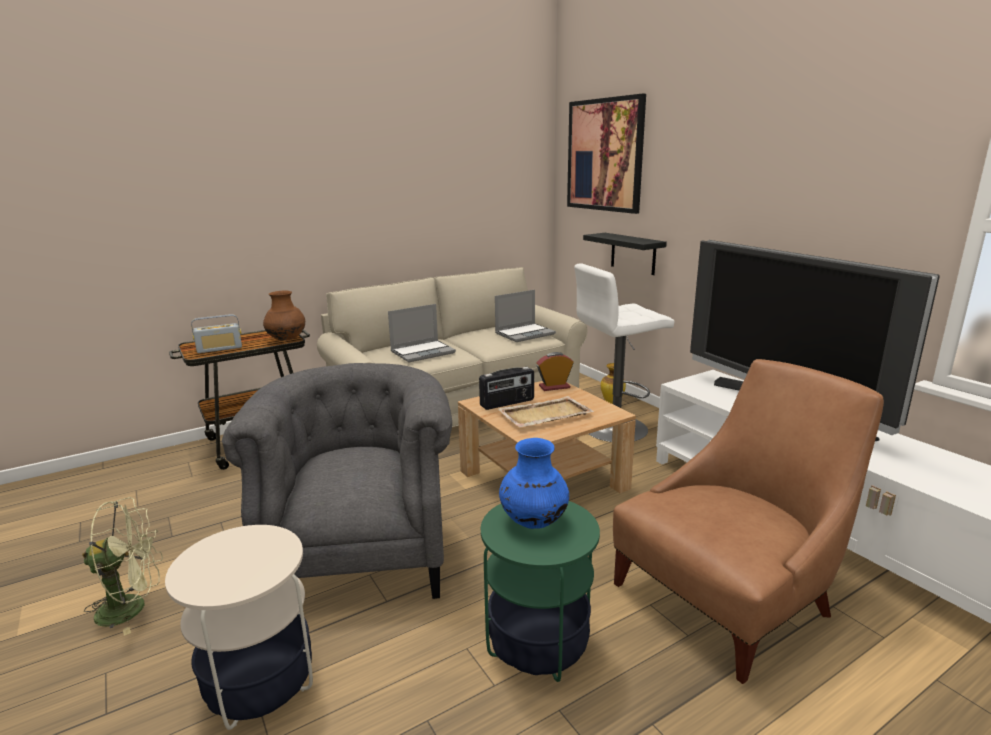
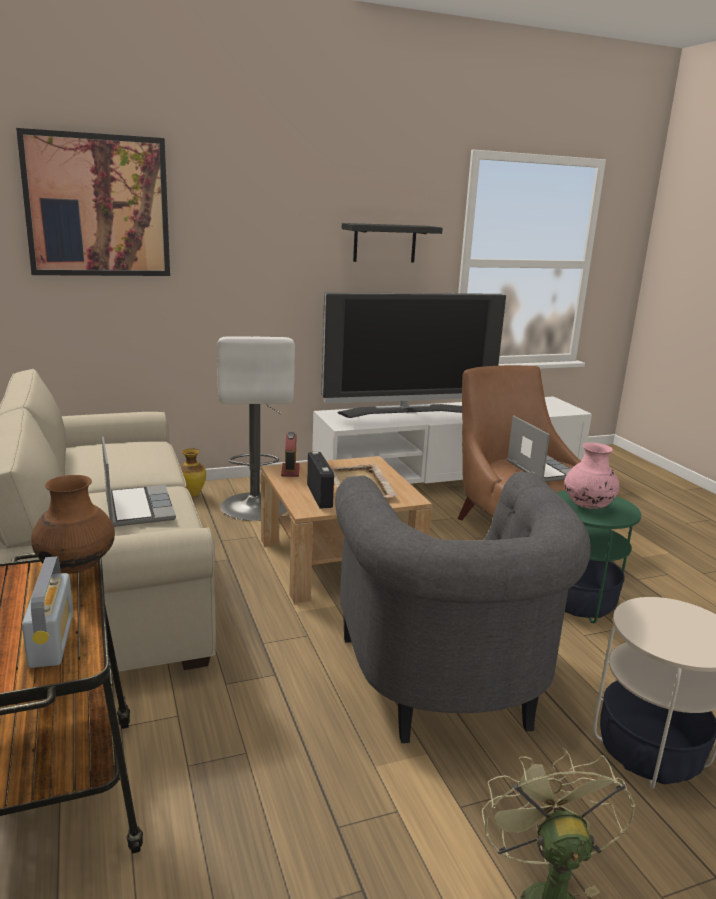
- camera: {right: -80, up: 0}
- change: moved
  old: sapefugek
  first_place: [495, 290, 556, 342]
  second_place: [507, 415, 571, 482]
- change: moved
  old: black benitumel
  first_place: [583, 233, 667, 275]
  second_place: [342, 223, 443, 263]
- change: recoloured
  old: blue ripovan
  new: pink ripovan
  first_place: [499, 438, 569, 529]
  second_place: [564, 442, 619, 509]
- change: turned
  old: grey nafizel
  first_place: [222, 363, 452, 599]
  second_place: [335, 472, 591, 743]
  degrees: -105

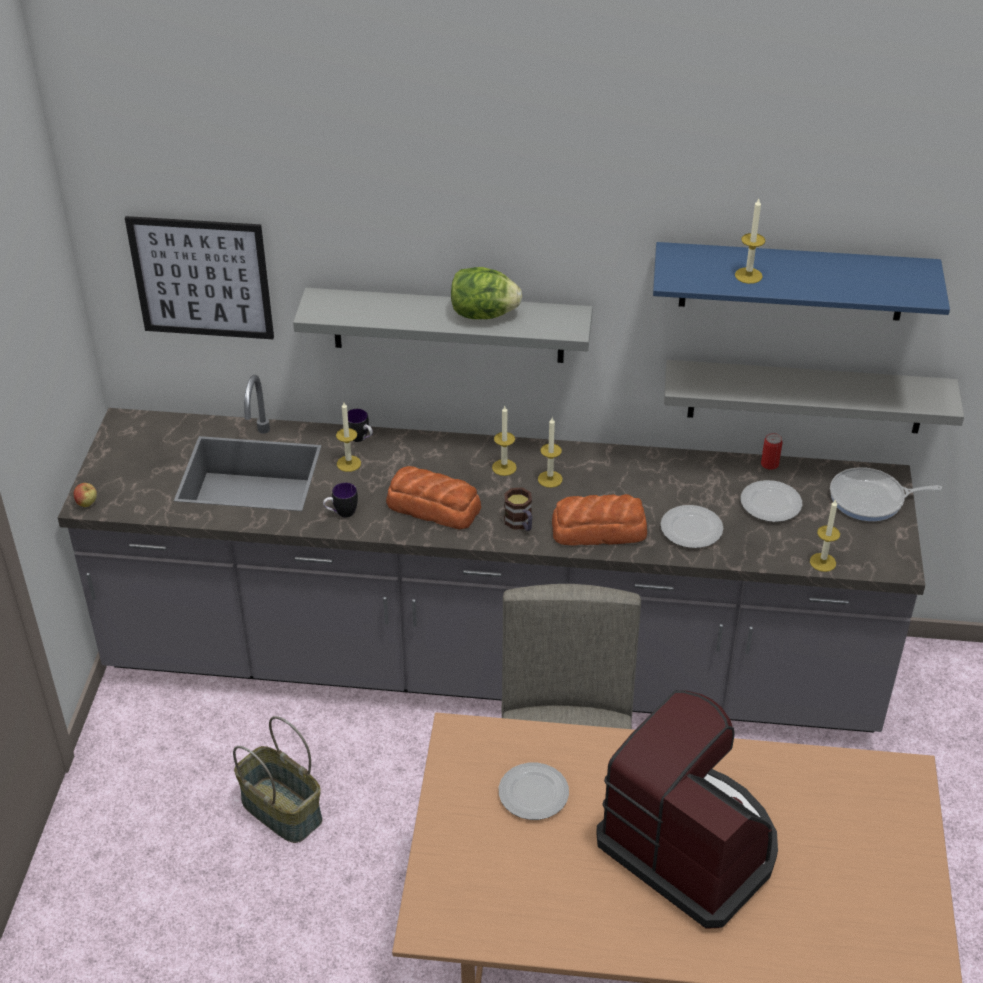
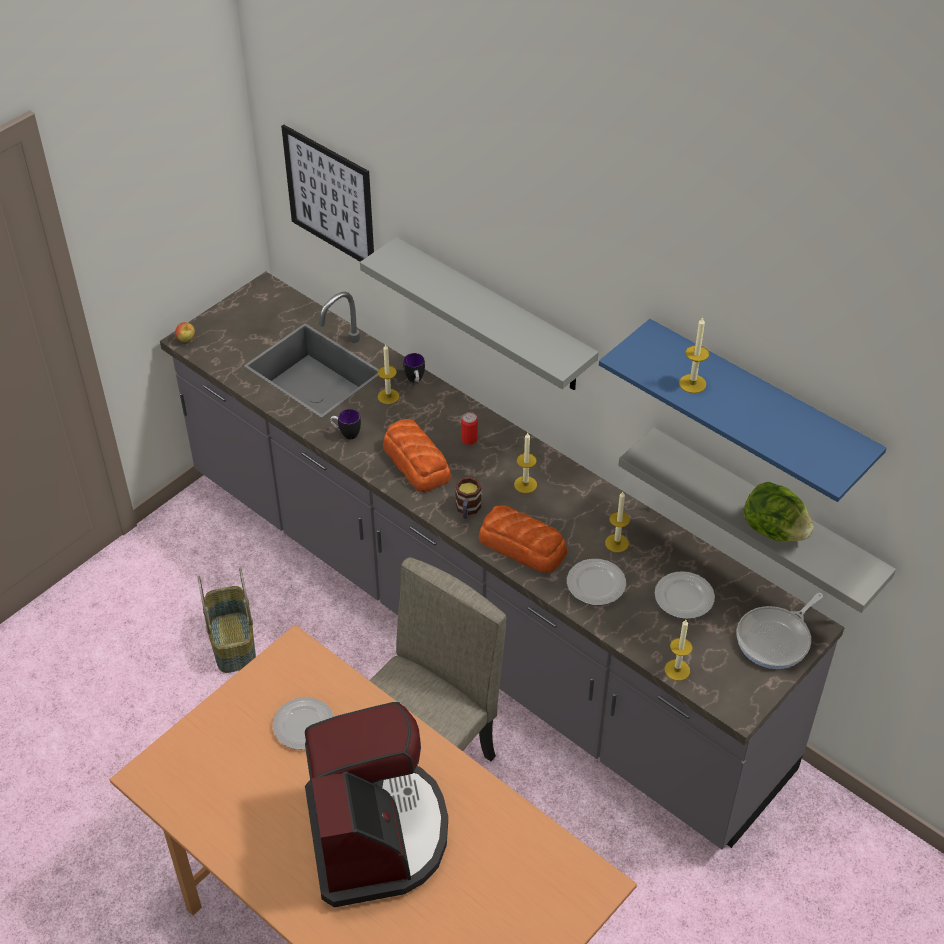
- camera: {right: 35, up: 5}
- change: moved
  old: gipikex
  first_place: [451, 267, 522, 319]
  second_place: [743, 482, 814, 541]
- change: moved
  old: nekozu
  first_place: [492, 406, 517, 476]
  second_place: [605, 492, 630, 553]
- change: moved
  old: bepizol
  first_place: [761, 433, 783, 470]
  second_place: [461, 412, 478, 445]
- change: turned
  old: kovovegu
  first_place: [830, 467, 942, 521]
  second_place: [736, 593, 823, 669]
  degrees: -75

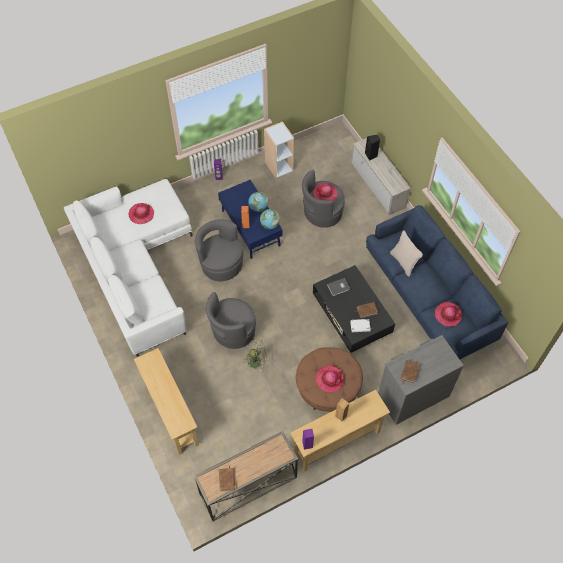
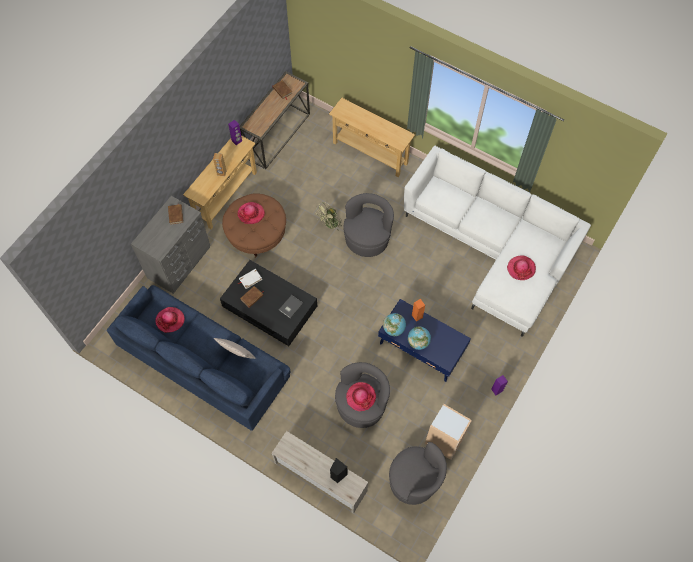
- camera: {right: 150, up: 5}
- change: moved
  old: grey nafizel
  first_place: [195, 220, 243, 281]
  second_place: [389, 442, 447, 505]

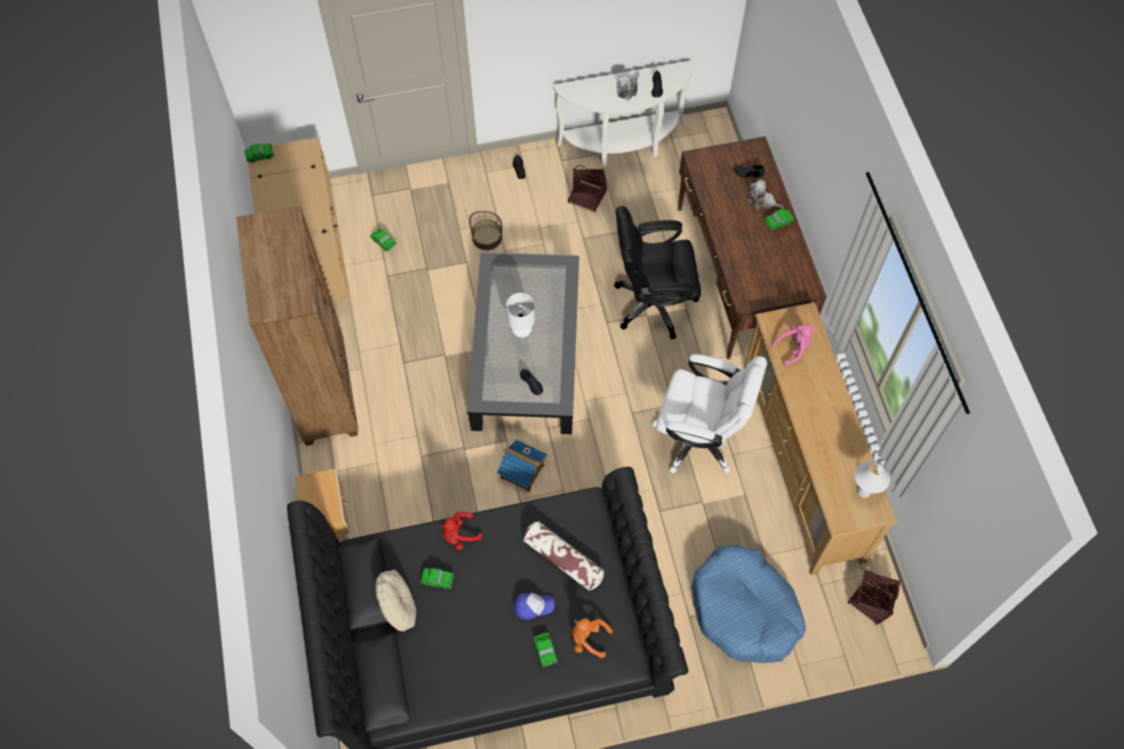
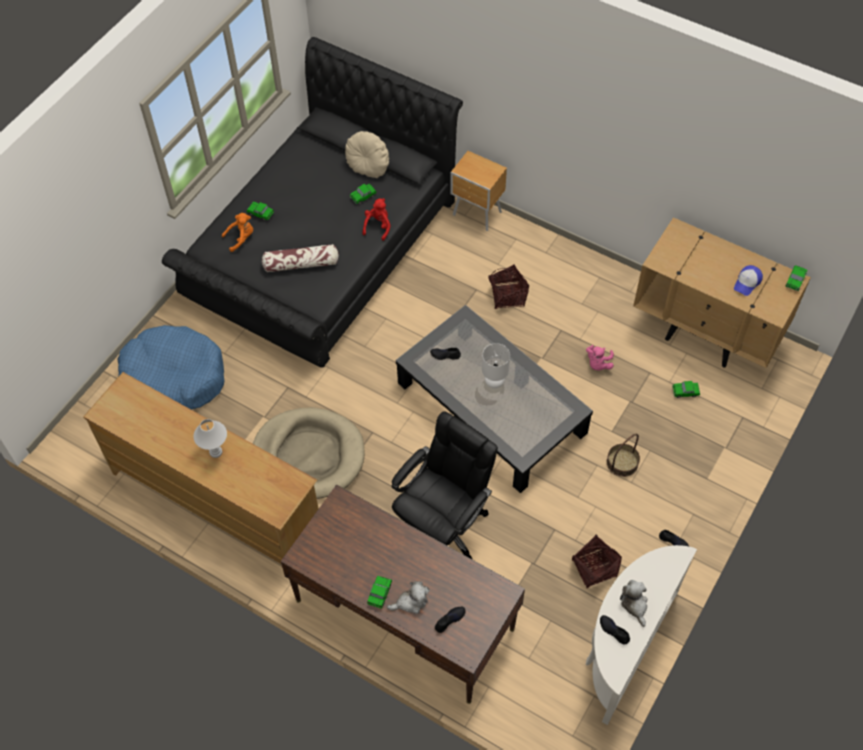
- camera: {right: 135, up: -5}
- change: removed
  old: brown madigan
  first_place: [236, 206, 359, 446]
- change: removed
  old: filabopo
  first_place: [497, 440, 547, 492]
- change: moved
  old: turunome
  first_place: [514, 593, 555, 620]
  second_place: [734, 265, 763, 296]
- change: moved
  old: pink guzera
  first_place: [772, 324, 816, 366]
  second_place: [586, 345, 614, 370]
- change: moved
  old: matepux
  first_place: [848, 570, 900, 625]
  second_place: [488, 264, 529, 309]
- change: moved
  old: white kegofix
  first_place: [855, 461, 890, 498]
  second_place: [193, 419, 227, 458]
- change: replaced
  old: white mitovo
  new: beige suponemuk
  first_place: [652, 354, 767, 473]
  second_place: [253, 407, 365, 499]

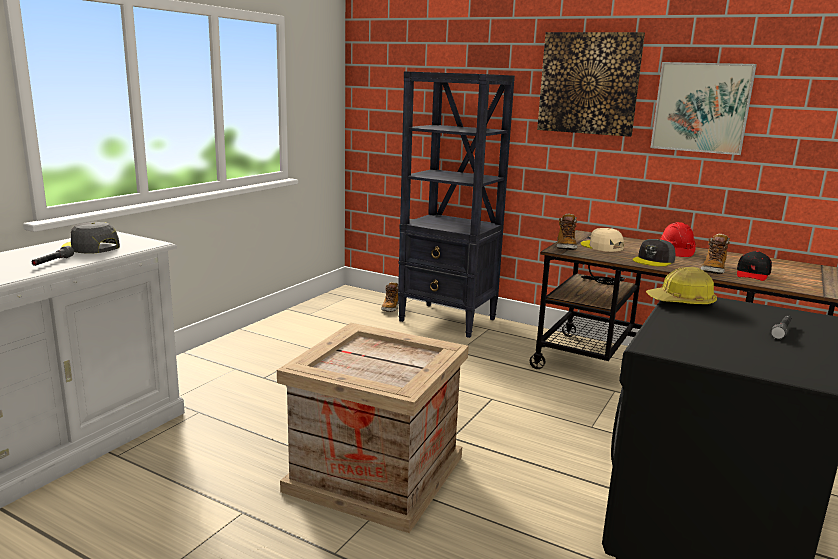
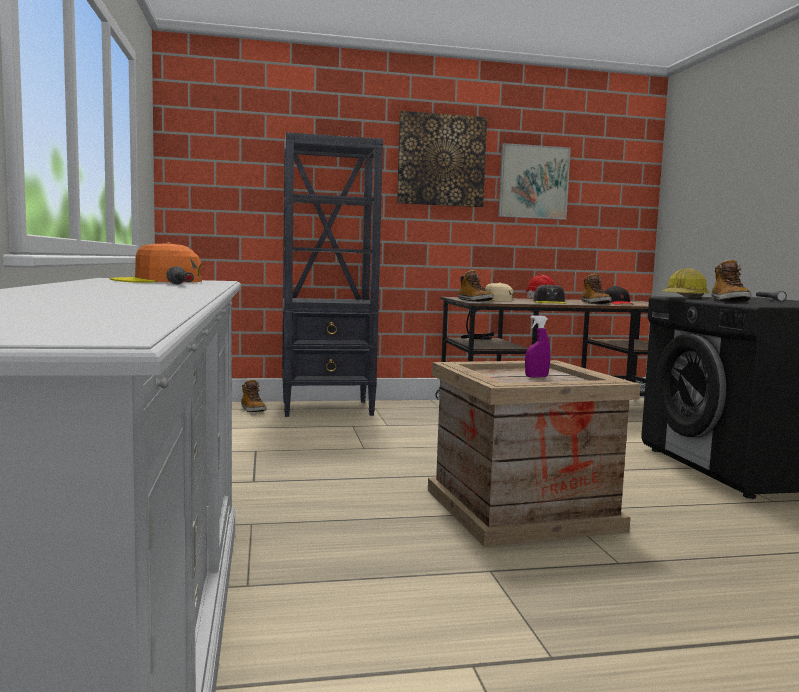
- camera: {right: -40, up: -10}
- change: added
  new: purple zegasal
  second_place: [525, 315, 550, 378]
- change: added
  new: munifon
  second_place: [712, 259, 752, 302]
- change: recoloured
  old: grey turunome
  new: orange turunome
  first_place: [62, 222, 120, 254]
  second_place: [110, 242, 202, 282]

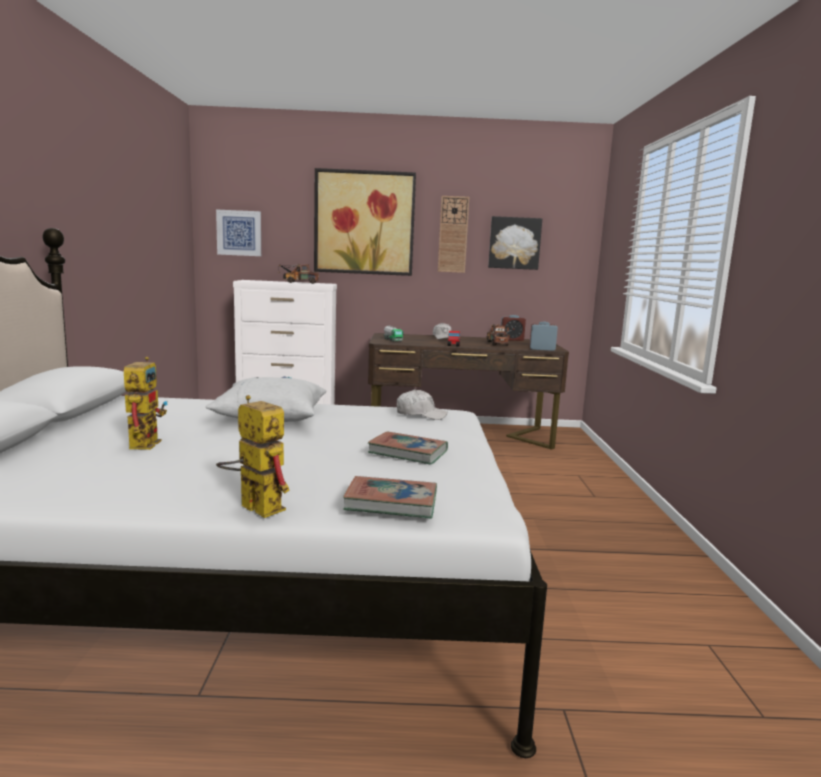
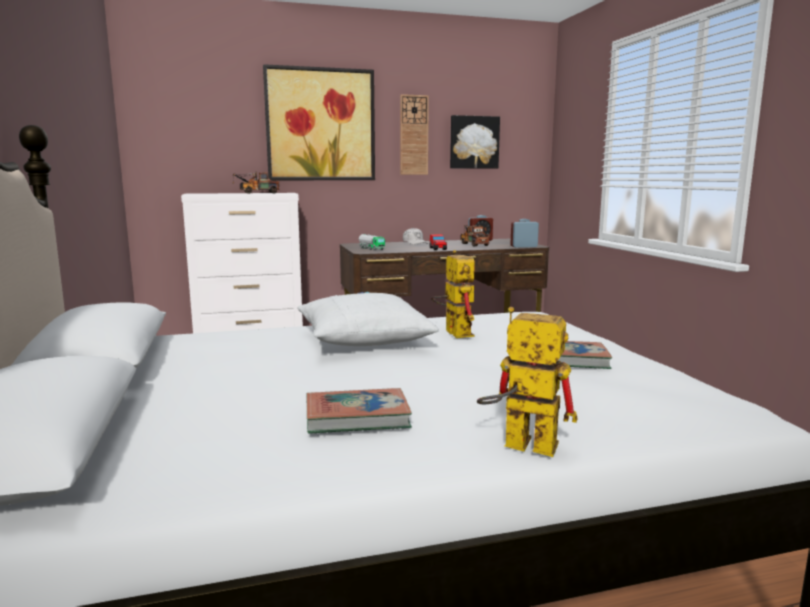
- camera: {right: -15, up: 0}
- change: removed
  old: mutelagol
  first_place: [216, 209, 261, 256]
- change: removed
  old: white turunome
  first_place: [397, 389, 448, 420]
- change: moved
  old: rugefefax
  first_place: [124, 357, 167, 450]
  second_place: [431, 250, 475, 338]
- change: moved
  old: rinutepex
  first_place: [343, 476, 437, 519]
  second_place: [307, 388, 412, 434]

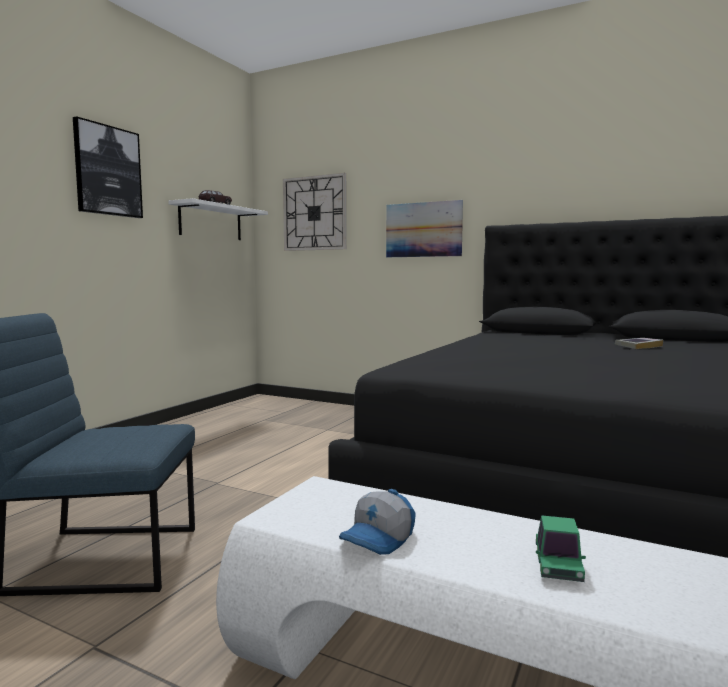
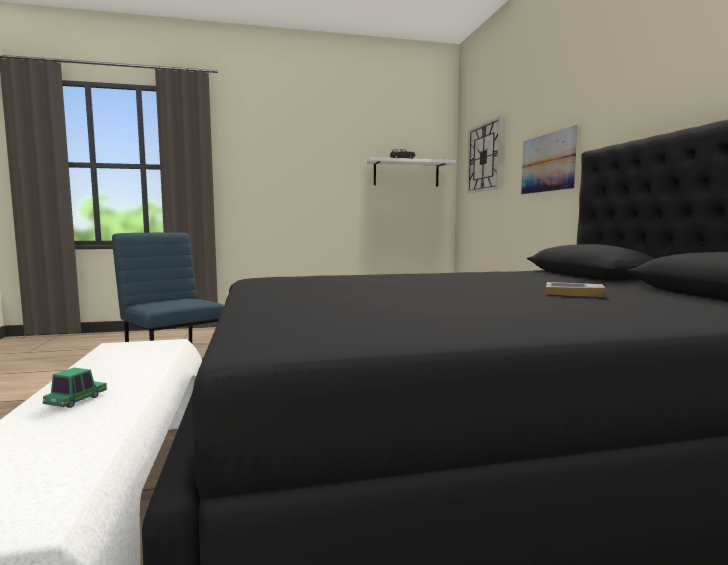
- camera: {right: 50, up: 0}
- change: removed
  old: mutelagol
  first_place: [73, 116, 143, 218]
- change: removed
  old: turunome
  first_place: [339, 489, 416, 555]
- change: turned
  old: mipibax
  first_place: [536, 515, 586, 582]
  second_place: [43, 368, 107, 408]
  degrees: 135

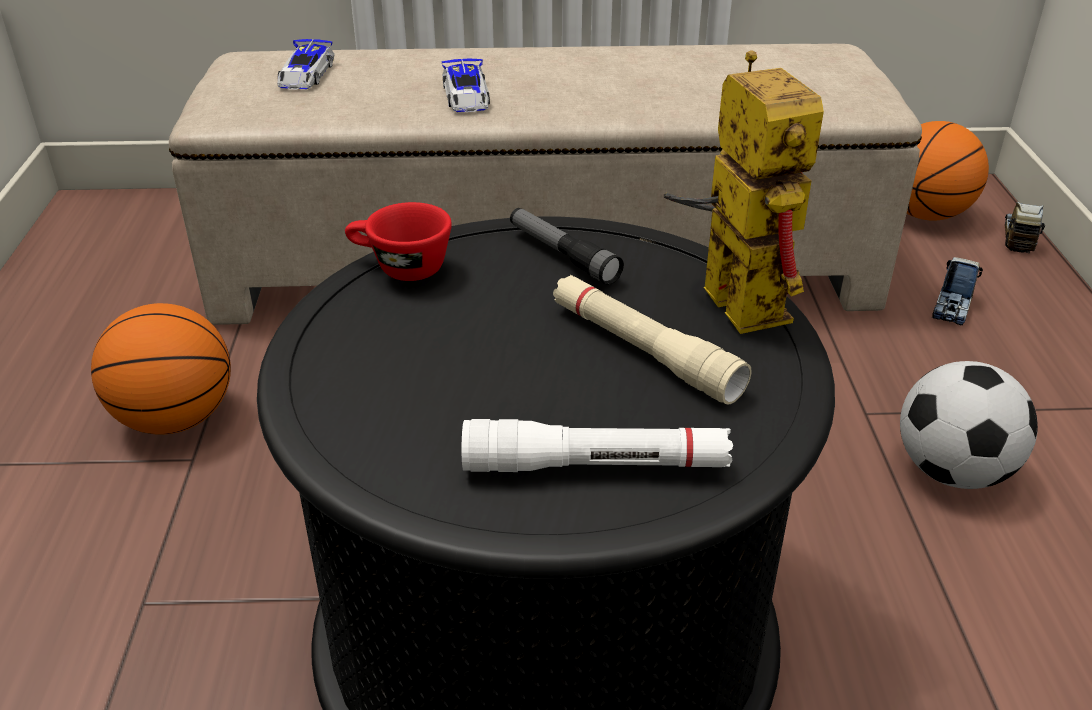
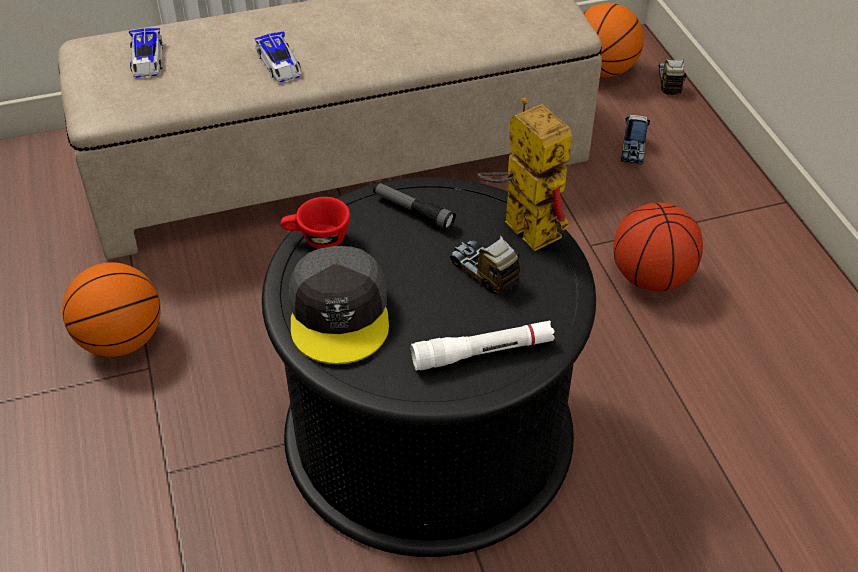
- camera: {right: -15, up: 10}
- change: added
  new: grey turunome
  second_place: [289, 246, 389, 364]
- change: replaced
  old: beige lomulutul
  new: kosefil
  first_place: [553, 275, 751, 405]
  second_place: [450, 235, 520, 295]
- change: replaced
  old: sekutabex
  new: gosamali
  first_place: [900, 361, 1038, 489]
  second_place: [613, 203, 703, 291]

